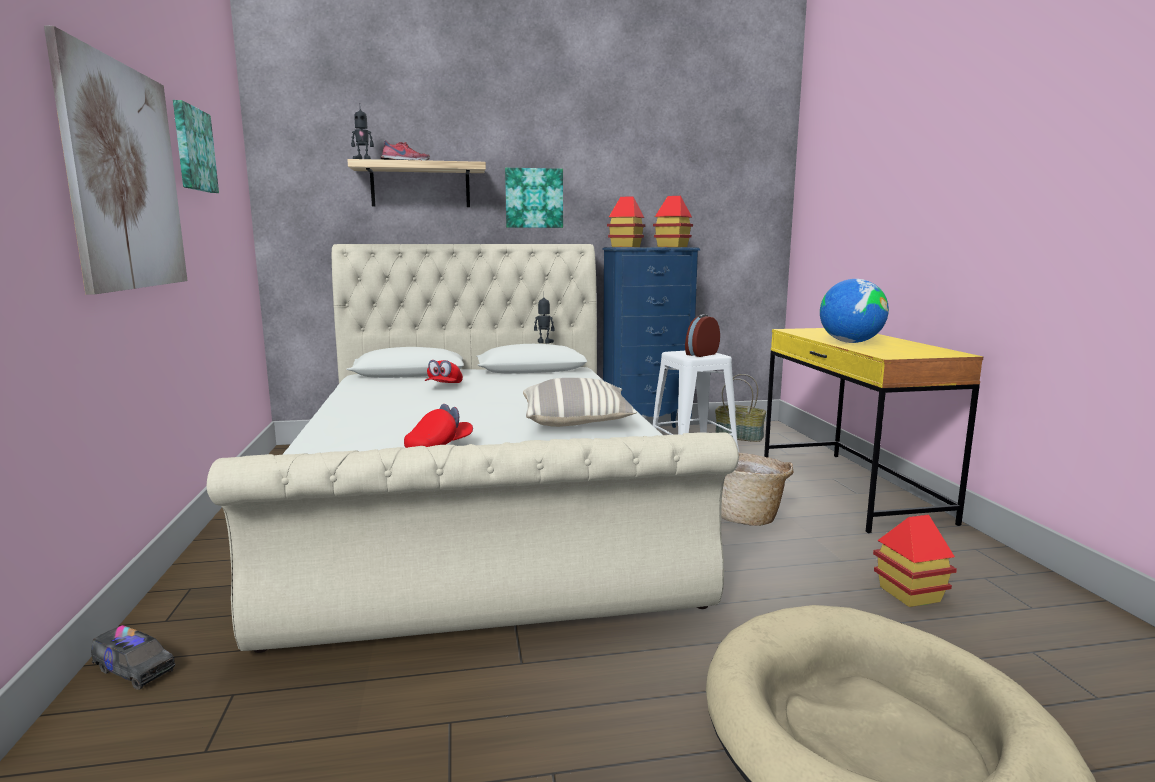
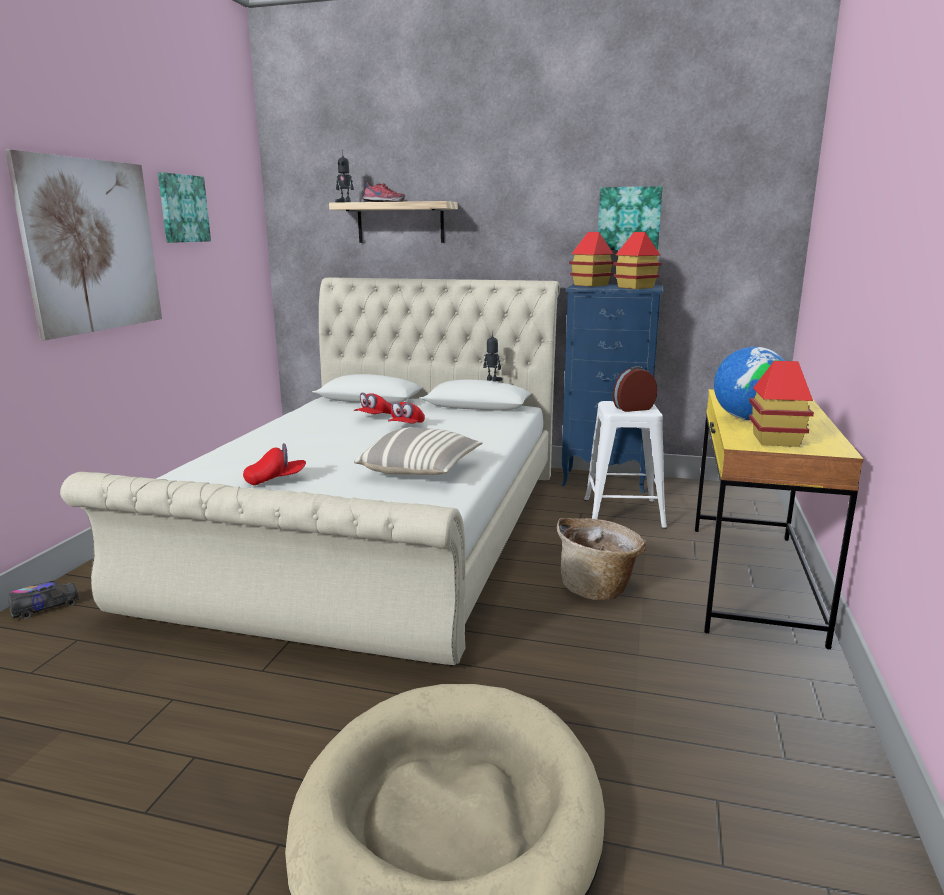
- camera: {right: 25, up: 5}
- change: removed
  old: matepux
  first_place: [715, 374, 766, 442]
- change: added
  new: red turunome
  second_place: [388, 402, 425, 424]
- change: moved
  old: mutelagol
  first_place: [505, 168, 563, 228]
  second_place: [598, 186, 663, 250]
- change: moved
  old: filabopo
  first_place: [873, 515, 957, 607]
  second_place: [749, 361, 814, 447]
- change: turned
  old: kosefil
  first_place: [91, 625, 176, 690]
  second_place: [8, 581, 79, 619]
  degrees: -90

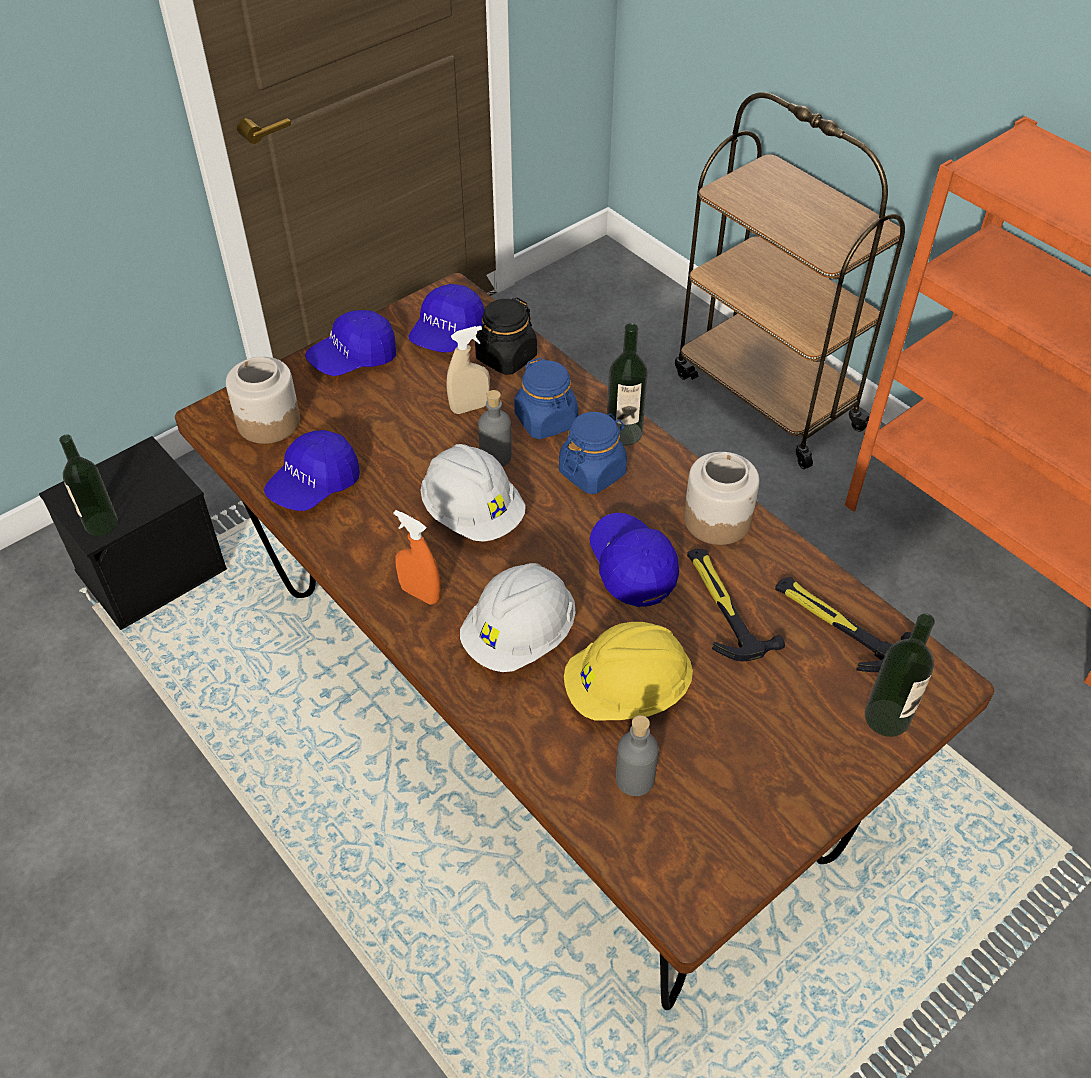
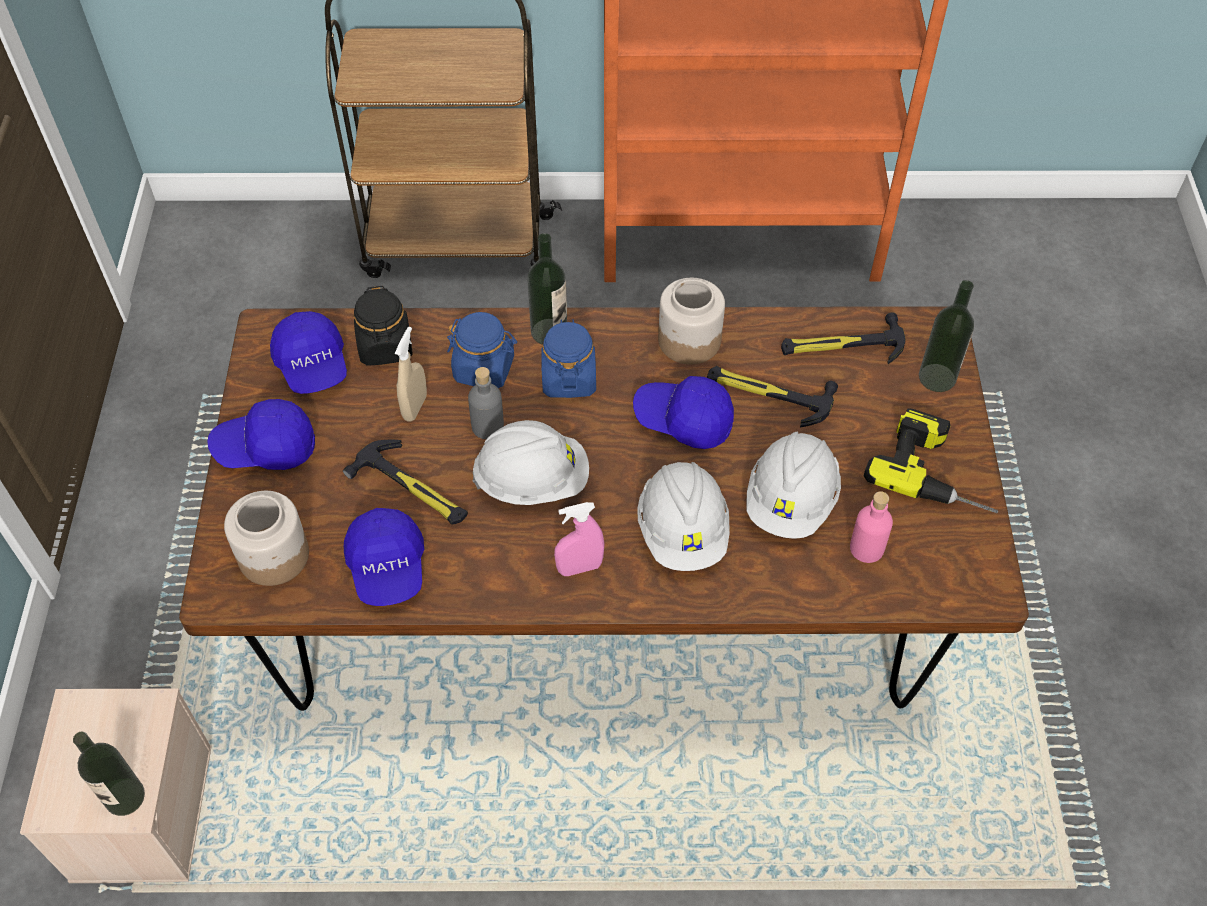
- camera: {right: -50, up: 5}
- change: added
  new: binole
  second_place: [343, 440, 468, 525]
- change: added
  new: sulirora
  second_place: [863, 408, 998, 513]
- change: recoloured
  old: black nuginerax
  new: beige nuginerax
  first_place: [39, 436, 227, 630]
  second_place: [20, 689, 212, 883]
- change: recoloured
  old: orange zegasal
  new: pink zegasal
  first_place: [394, 510, 441, 605]
  second_place: [554, 502, 605, 576]
- change: recoloured
  old: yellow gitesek
  new: white gitesek
  first_place: [564, 622, 693, 720]
  second_place: [746, 432, 841, 539]
- change: recoloured
  old: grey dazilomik
  new: pink dazilomik
  first_place: [616, 715, 659, 796]
  second_place: [850, 491, 893, 563]
- change: turned
  old: blue turunome
  first_place: [305, 310, 396, 376]
  second_place: [207, 399, 315, 470]
  degrees: 75

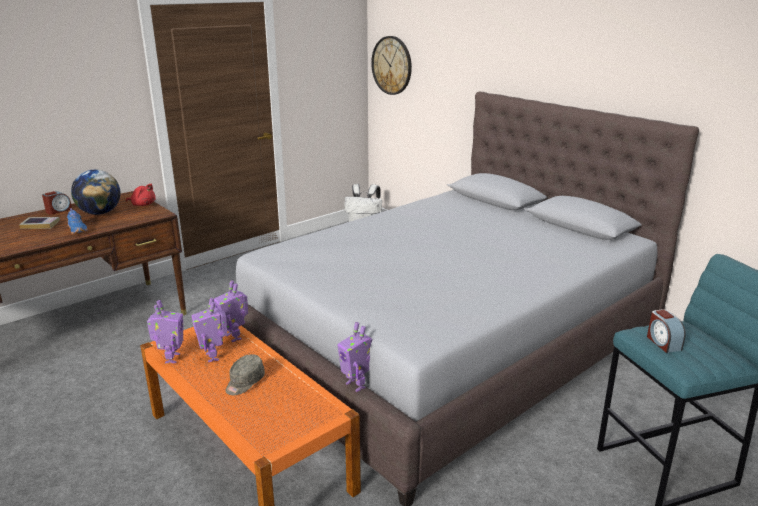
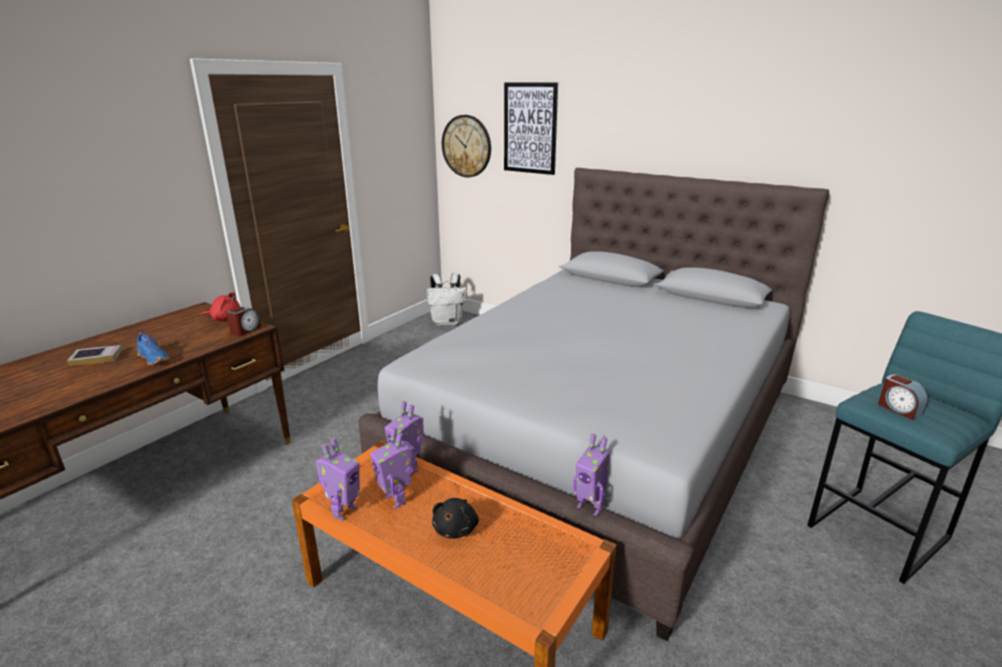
- camera: {right: -15, up: 0}
- change: removed
  old: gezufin
  first_place: [71, 170, 121, 215]
- change: added
  new: mutelagol
  second_place: [504, 83, 558, 175]
- change: moved
  old: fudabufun
  first_place: [42, 191, 72, 215]
  second_place: [226, 306, 261, 336]
- change: replaced
  old: grey turunome
  new: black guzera
  first_place: [226, 354, 265, 395]
  second_place: [432, 498, 479, 539]
- change: turned
  old: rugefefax
  first_place: [147, 300, 183, 363]
  second_place: [316, 438, 360, 521]
  degrees: 45

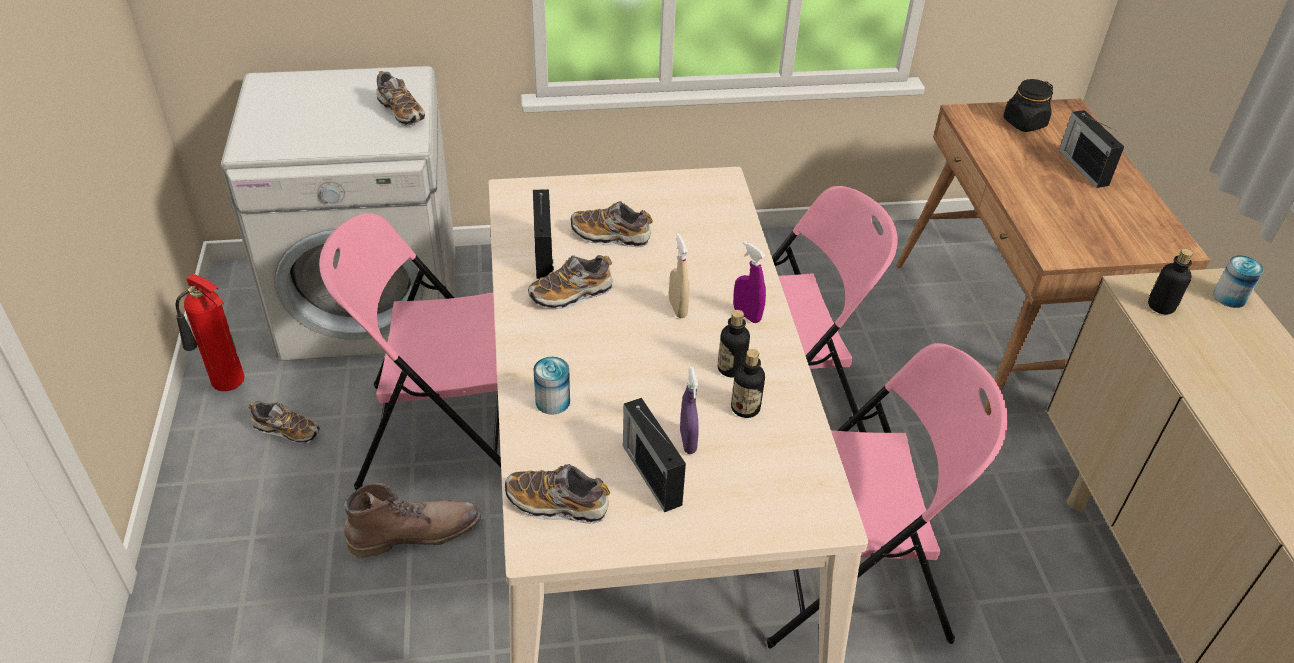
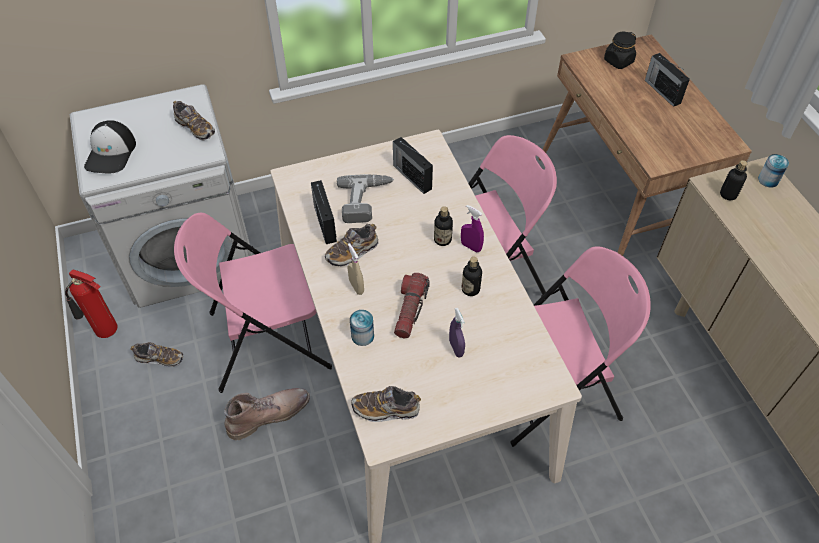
- camera: {right: -10, up: 10}
- change: added
  new: turunome
  second_place: [84, 120, 136, 173]
- change: added
  new: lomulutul
  second_place: [394, 273, 430, 339]
- change: moved
  old: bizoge
  first_place: [623, 398, 686, 512]
  second_place: [393, 137, 433, 194]
- change: moved
  old: beige zegasal
  first_place: [669, 233, 689, 318]
  second_place: [348, 243, 364, 295]
- change: moved
  old: dazilomik
  first_place: [731, 349, 765, 418]
  second_place: [434, 206, 453, 246]
- change: replaced
  old: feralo
  new: sulirora
  first_place: [570, 201, 653, 247]
  second_place: [337, 174, 394, 223]

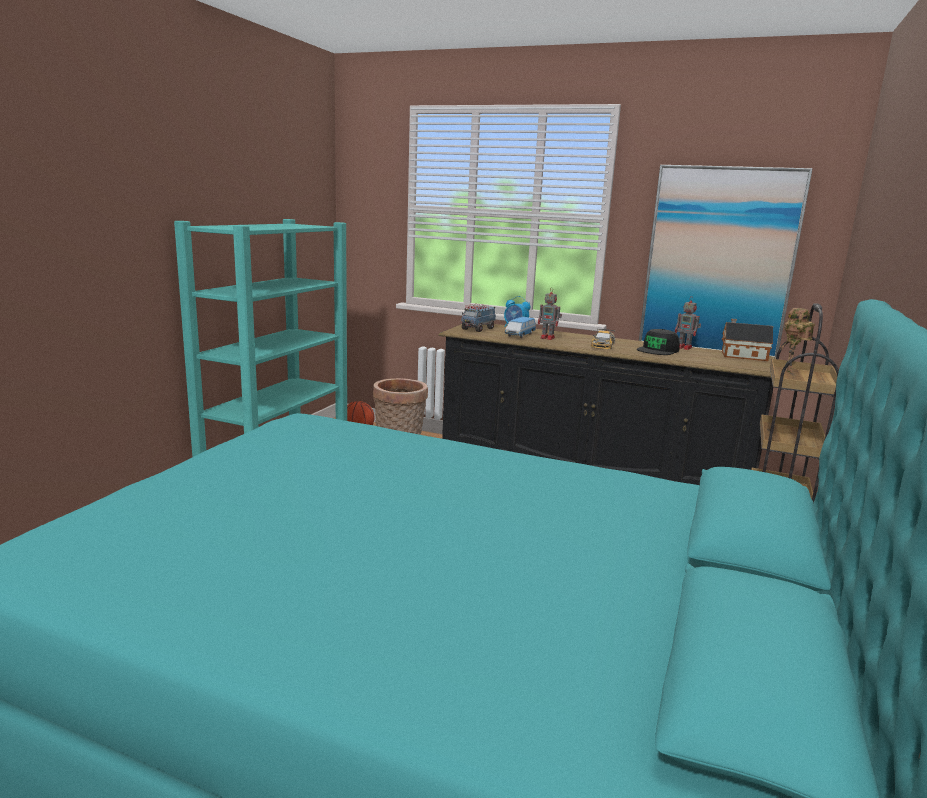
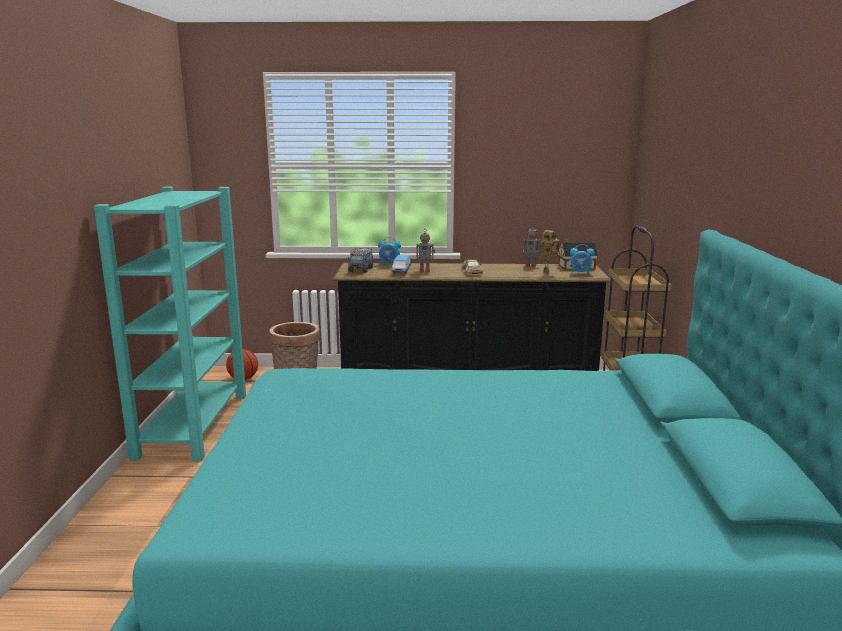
- camera: {right: -20, up: 0}
- change: removed
  old: black turunome
  first_place: [637, 329, 680, 355]
- change: removed
  old: mutelagol
  first_place: [639, 165, 813, 357]
- change: added
  new: fudabufun
  second_place: [570, 244, 595, 274]
- change: moved
  old: rugefefax
  first_place: [779, 308, 815, 373]
  second_place: [539, 230, 559, 274]

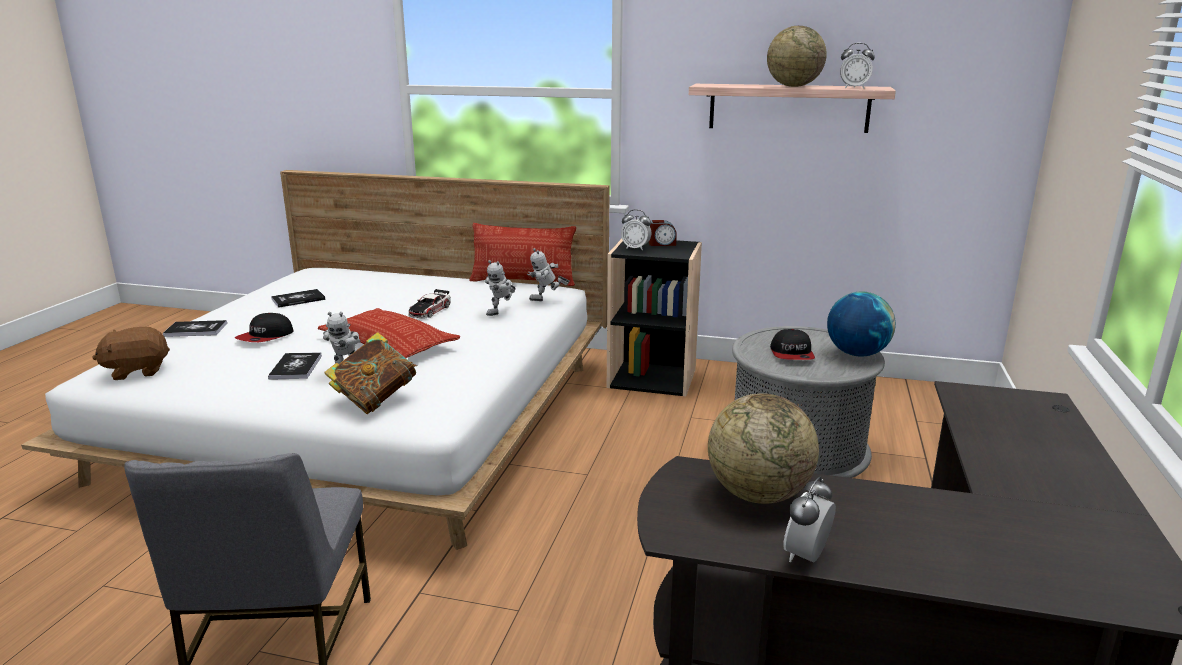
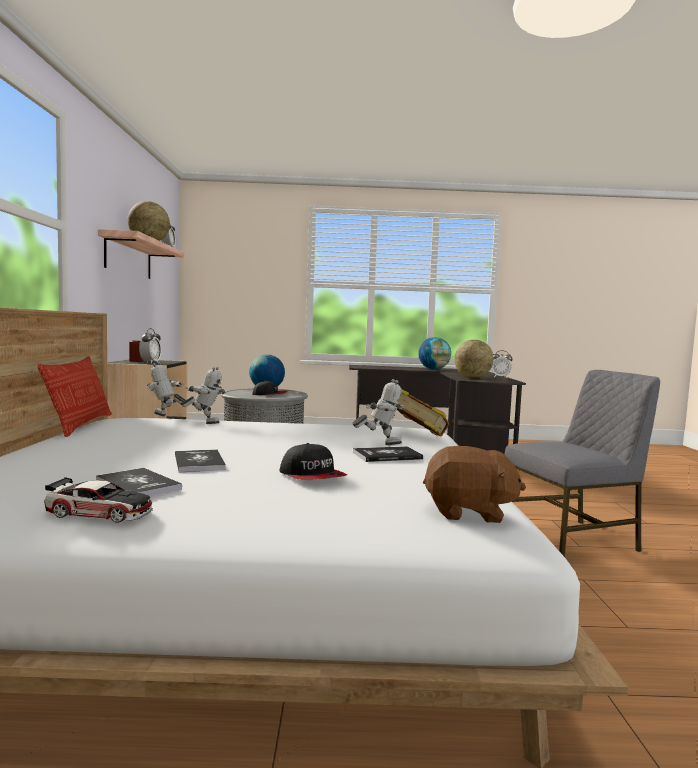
- camera: {right: -105, up: -15}
- change: removed
  old: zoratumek
  first_place: [318, 308, 461, 358]
- change: added
  new: gezufin
  second_place: [418, 337, 451, 370]
- change: moved
  old: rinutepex
  first_place: [163, 320, 227, 337]
  second_place: [175, 449, 226, 472]
- change: moved
  old: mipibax
  first_place: [408, 289, 451, 319]
  second_place: [44, 477, 153, 523]
- change: turned
  old: brown guzera
  first_place: [92, 327, 170, 380]
  second_place: [423, 446, 526, 523]
  degrees: -45
- change: turned
  old: turunome
  first_place: [235, 313, 294, 342]
  second_place: [280, 443, 347, 480]
  degrees: 45
- change: turned
  old: rugefefax
  first_place: [527, 248, 570, 301]
  second_place: [147, 362, 185, 416]
  degrees: 150

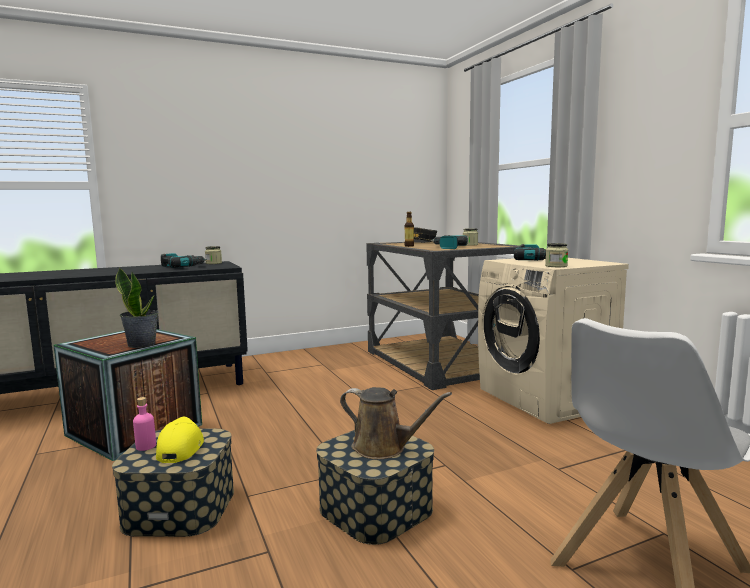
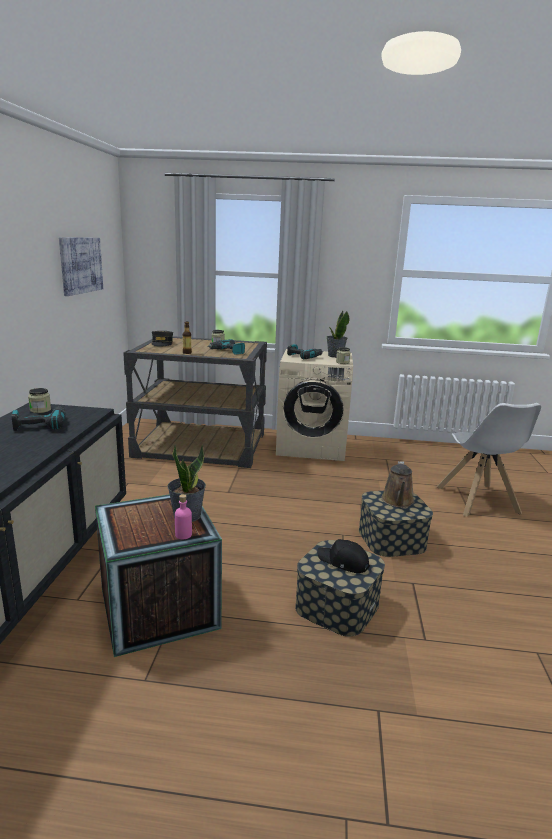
- camera: {right: -60, up: 10}
- change: added
  new: mutelagol
  second_place: [59, 237, 103, 296]
- change: added
  new: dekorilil
  second_place: [327, 311, 349, 358]
- change: moved
  old: pink dazilomik
  first_place: [133, 397, 156, 451]
  second_place: [175, 494, 192, 539]
- change: recoloured
  old: yellow turunome
  new: black turunome
  first_place: [156, 417, 204, 463]
  second_place: [317, 539, 370, 573]
- change: turned
  old: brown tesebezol
  first_place: [340, 387, 452, 459]
  second_place: [381, 461, 415, 508]
  degrees: 135

